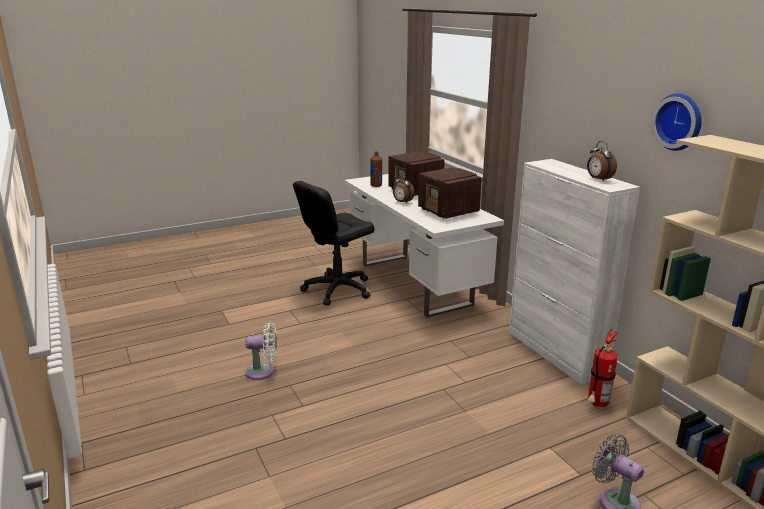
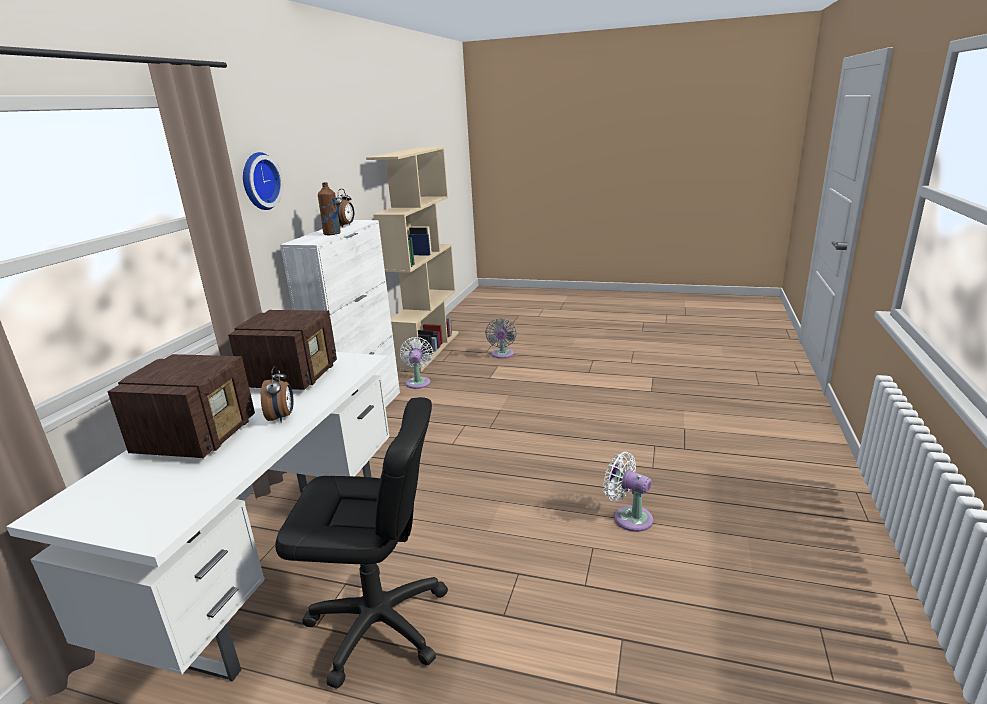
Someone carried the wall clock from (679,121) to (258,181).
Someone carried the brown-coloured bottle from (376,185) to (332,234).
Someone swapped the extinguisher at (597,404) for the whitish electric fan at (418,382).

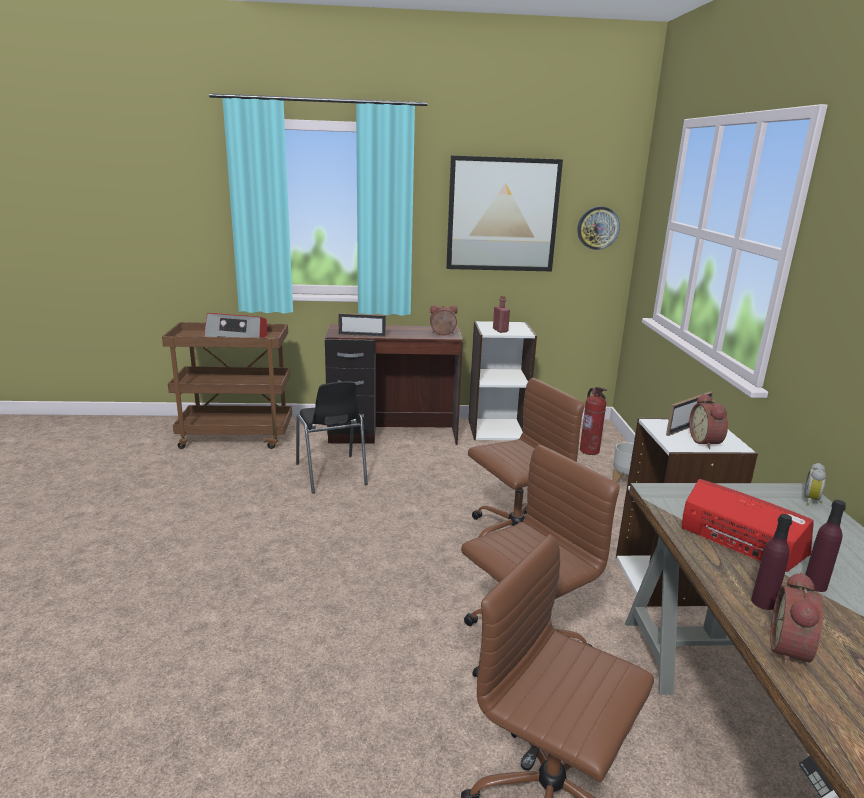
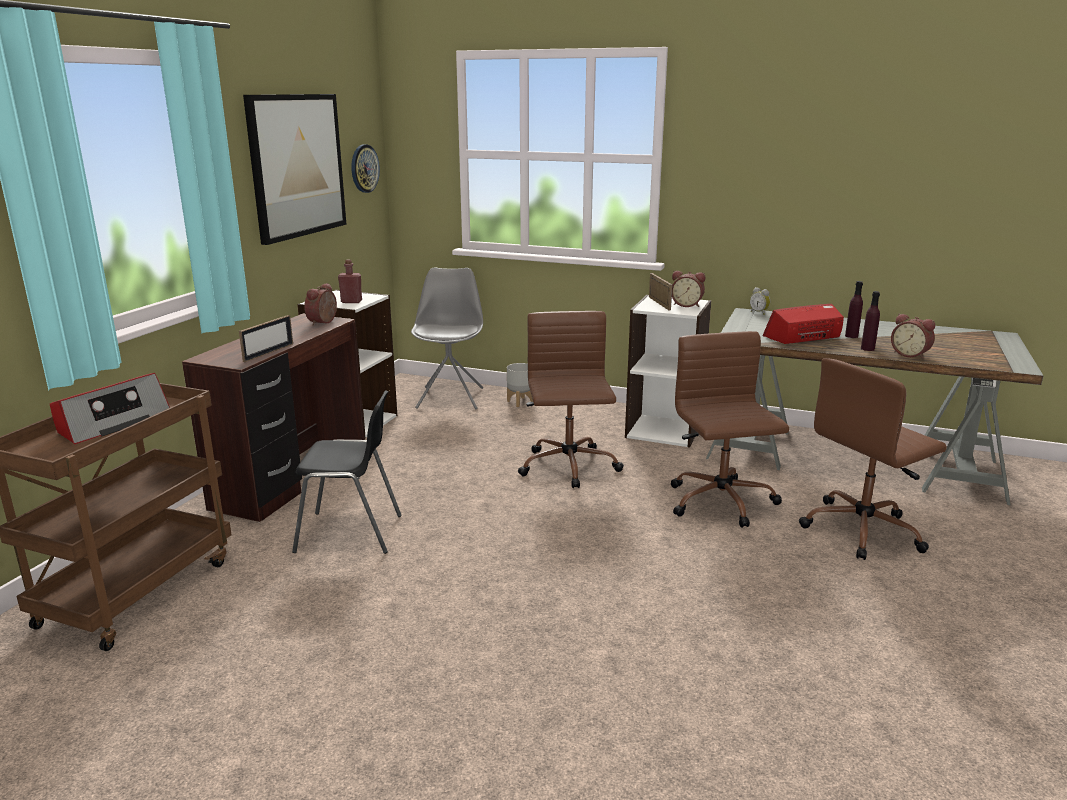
Someone swapped the extinguisher at (590,451) for the greyish plain chair at (451,397).

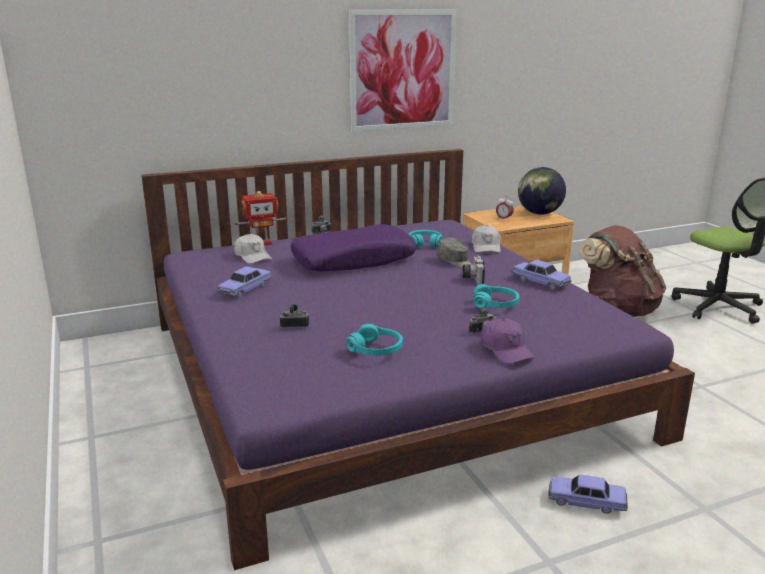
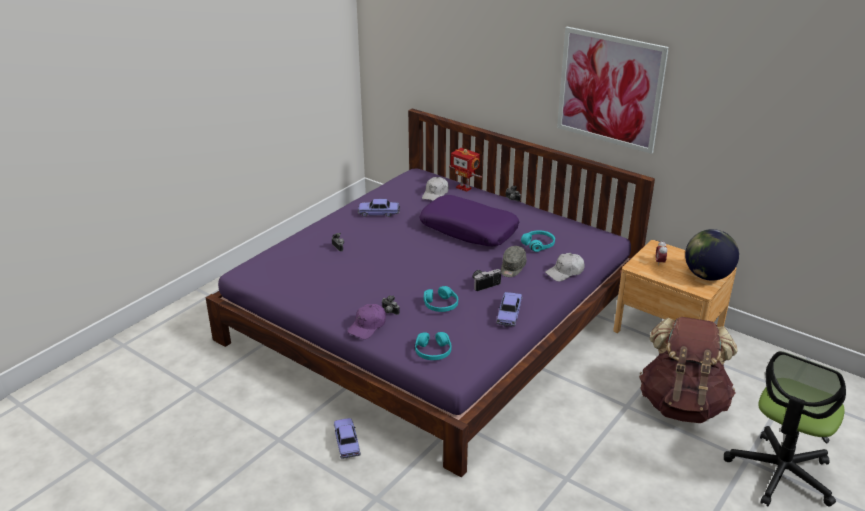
Someone carried the blue-green headset from (376,349) to (433,352).

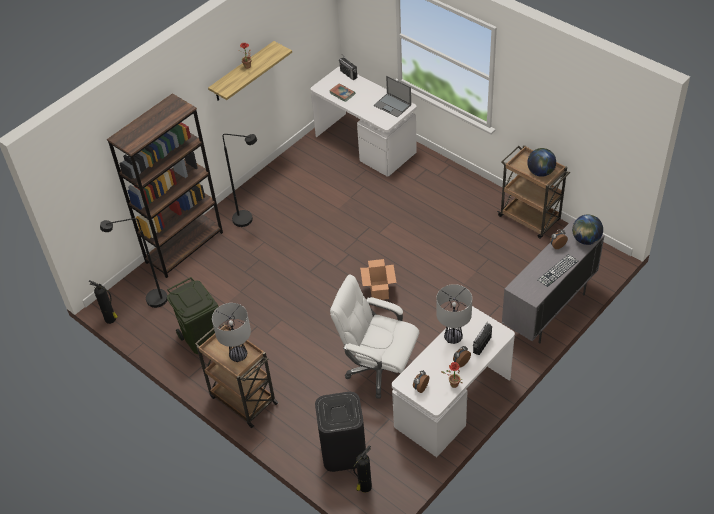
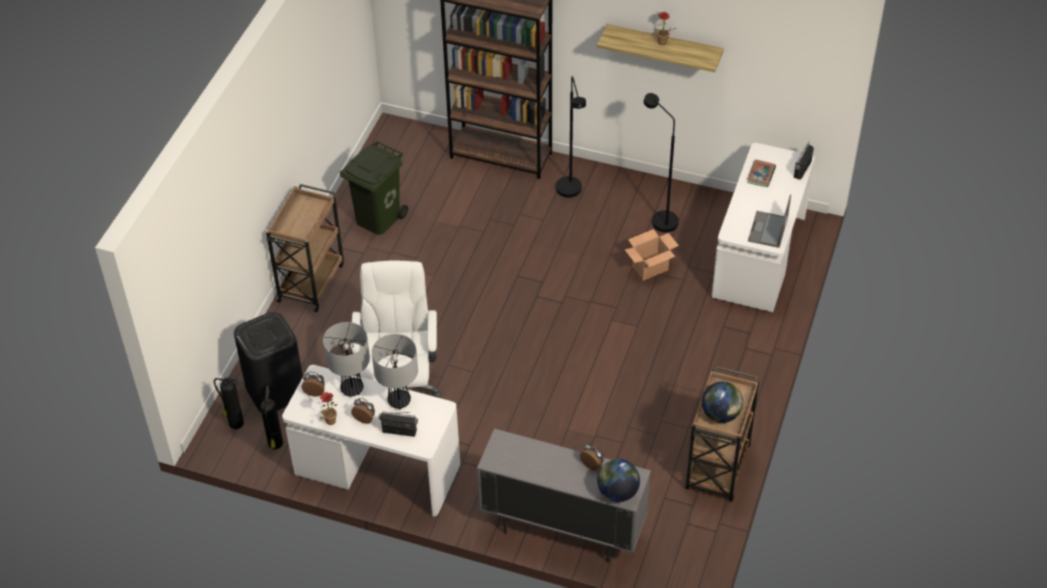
Someone carried the blackish standard lamp from (150,301) to (659,218).
Someone took away the computer keyboard at (558,270).
Someone carried the cardboard box from (378,290) to (650,268).
Someone carried the extinguisher from (111,319) to (275,444).
Someone carried the lamp for a table from (238,356) to (351,389).

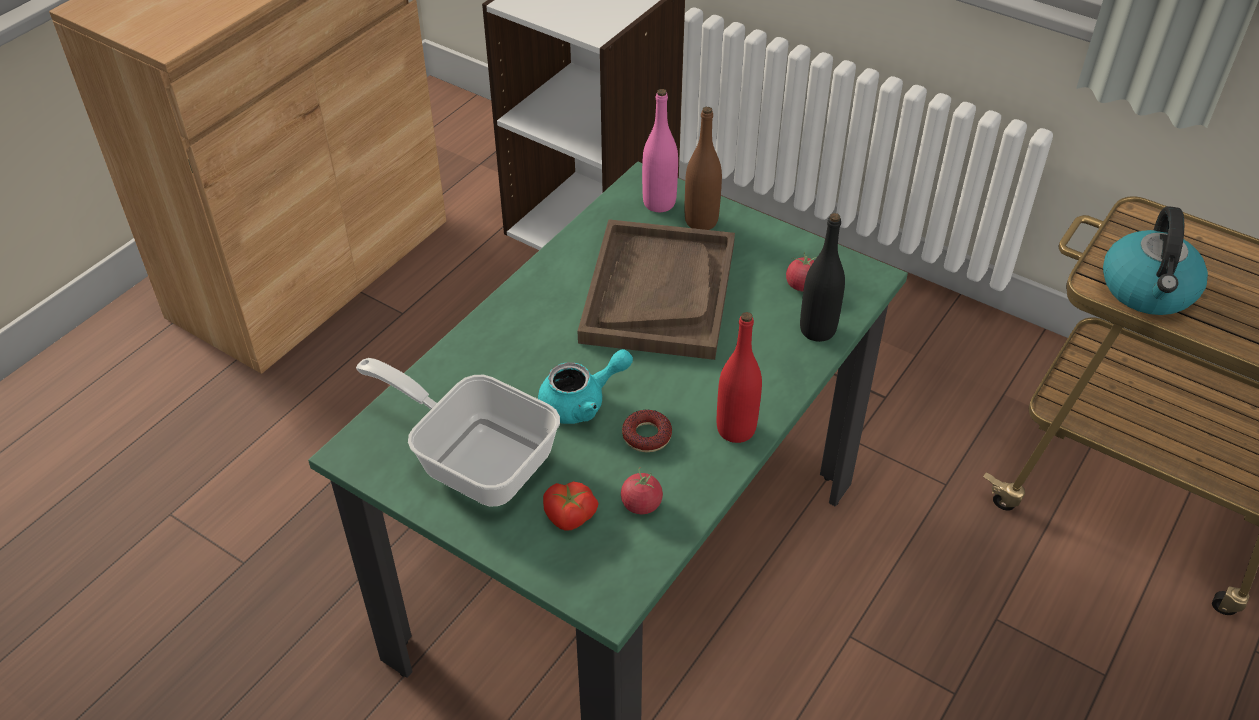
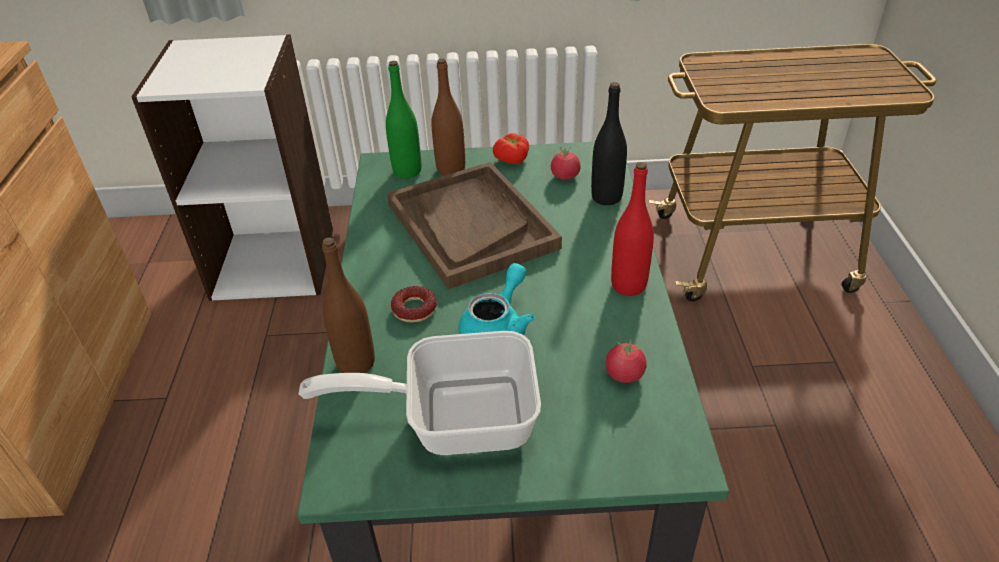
Someone repainted the pink-coloured bottle at (659,203), which became the greenish bottle at (407,171).
Someone took away the water kettle at (1148,290).
Someone carried the donut from (647,435) to (414,309).
Someone carried the whole tomato from (570,517) to (512,160).
Someone put down the brown-coloured bottle at (356,363).

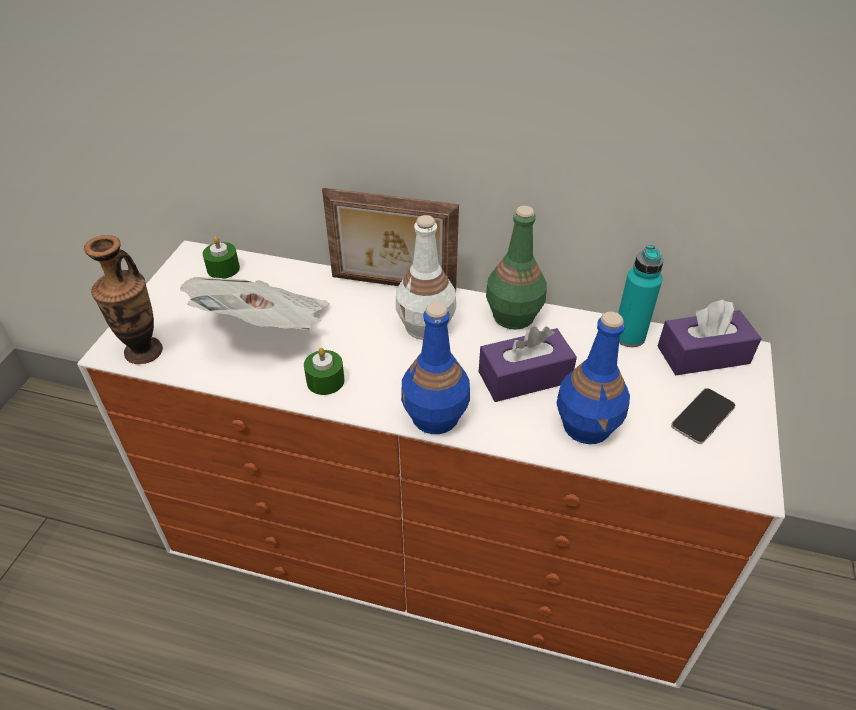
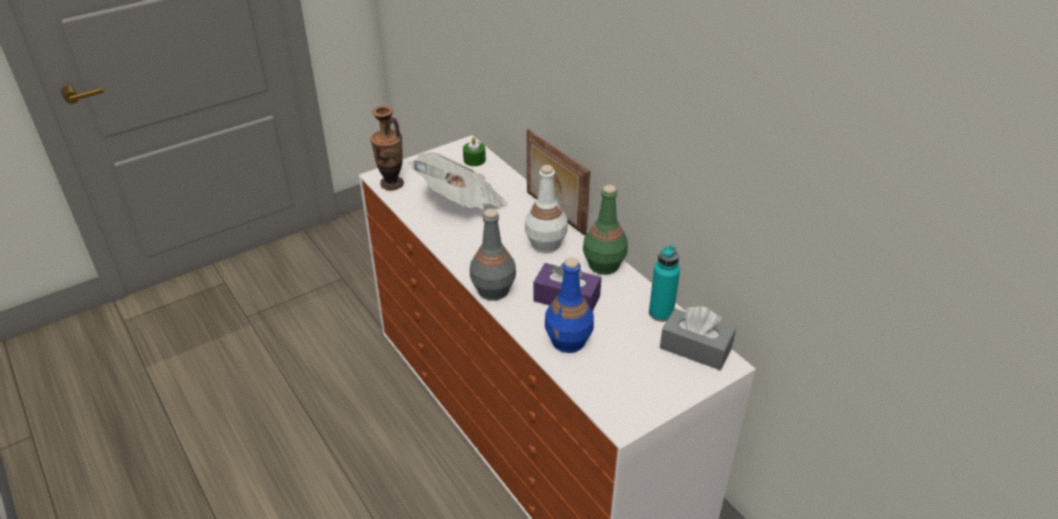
Someone repainted the purplish tissue box at (703,355), which became the greyish tissue box at (695,348).
Someone repainted the blue bottle at (435,417), which became the greyish bottle at (493,290).
Someone took away the greenish candle at (325,381).
Someone took away the handset at (703,416).

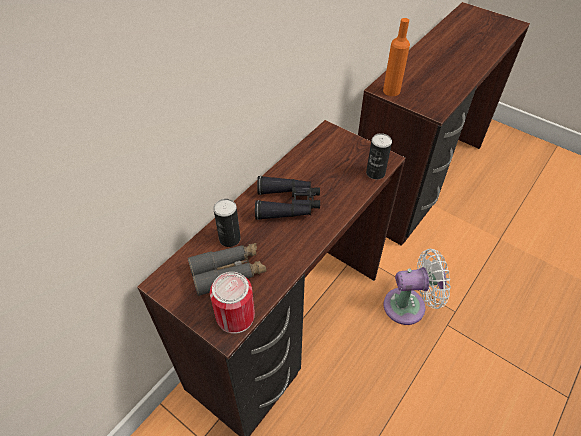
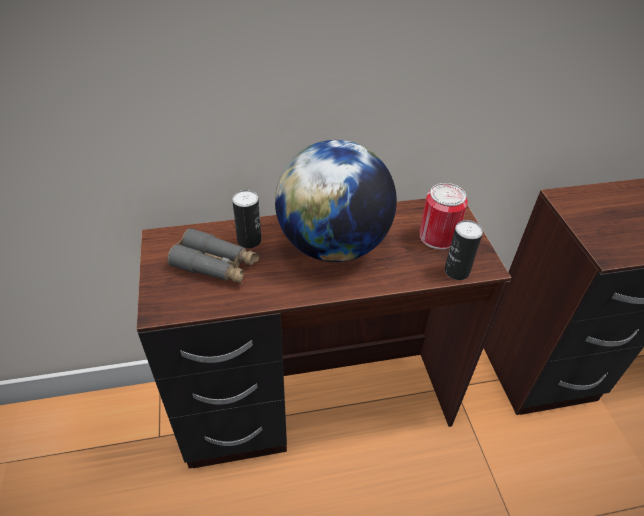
Someone took away the orange-coloured bottle at (391,91).
Someone swapped the blackish field glasses at (288,204) for the desk globe at (333,245).
Someone took away the whitish electric fan at (409,306).
Someone carried the sealed can from (235,316) to (438,236).

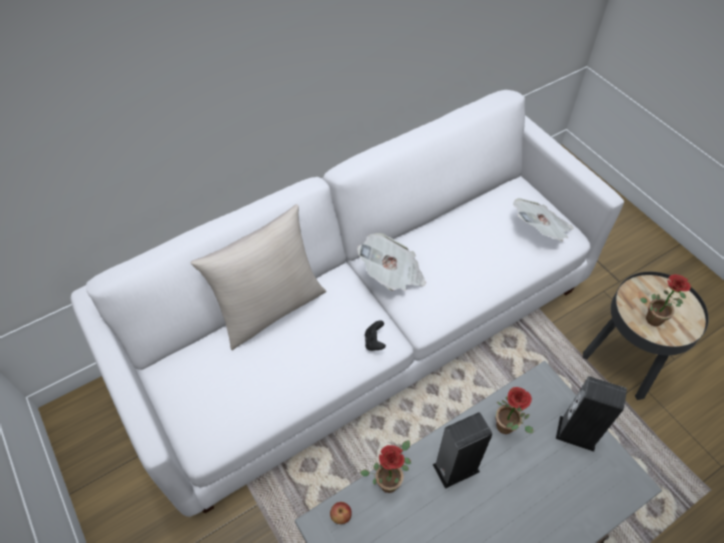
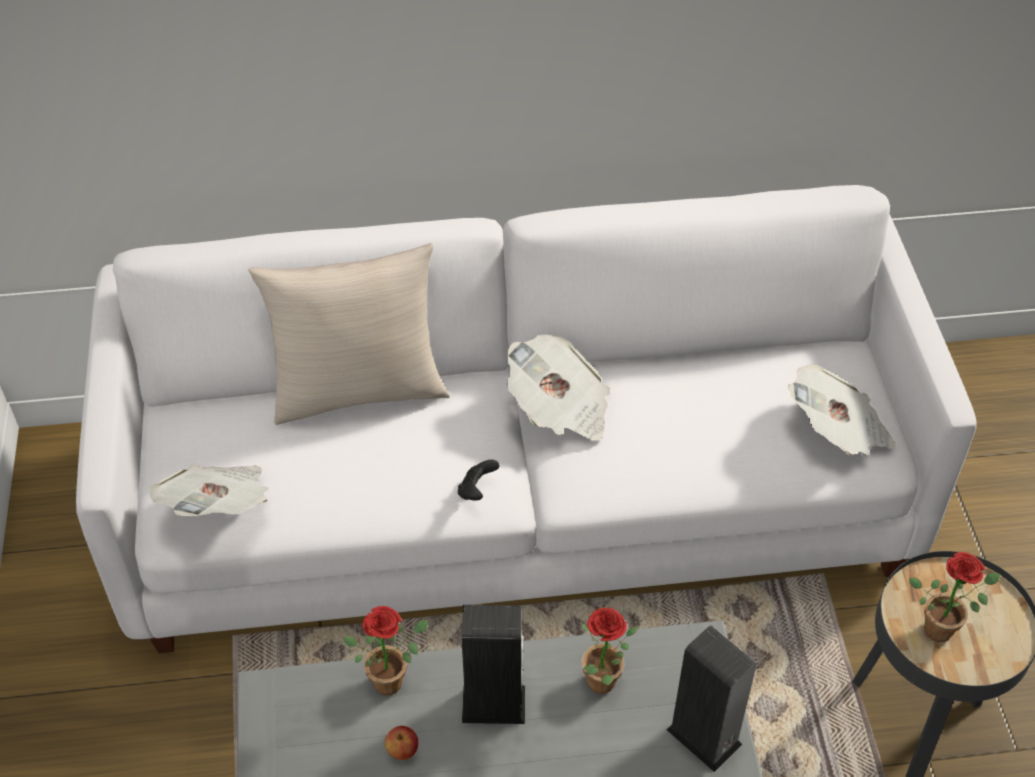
Someone carried the whole apple from (341,516) to (402,750).
Someone put down the newspaper at (220,507).

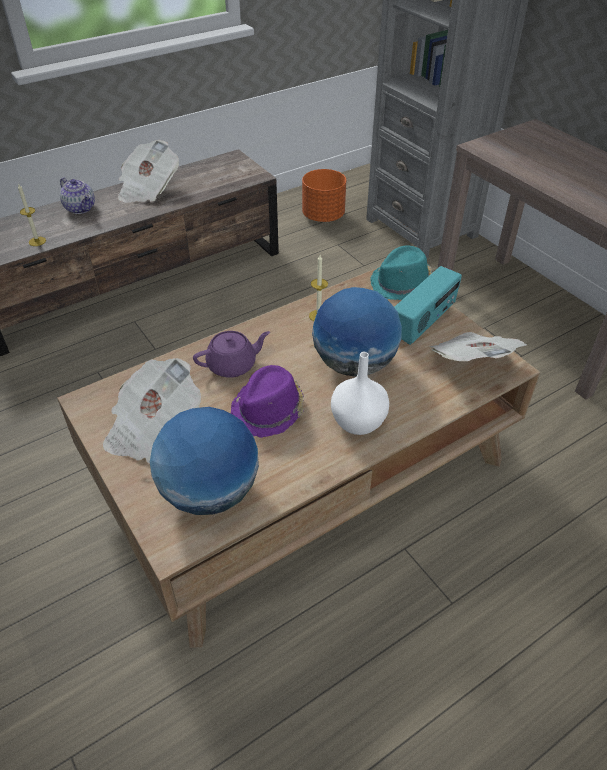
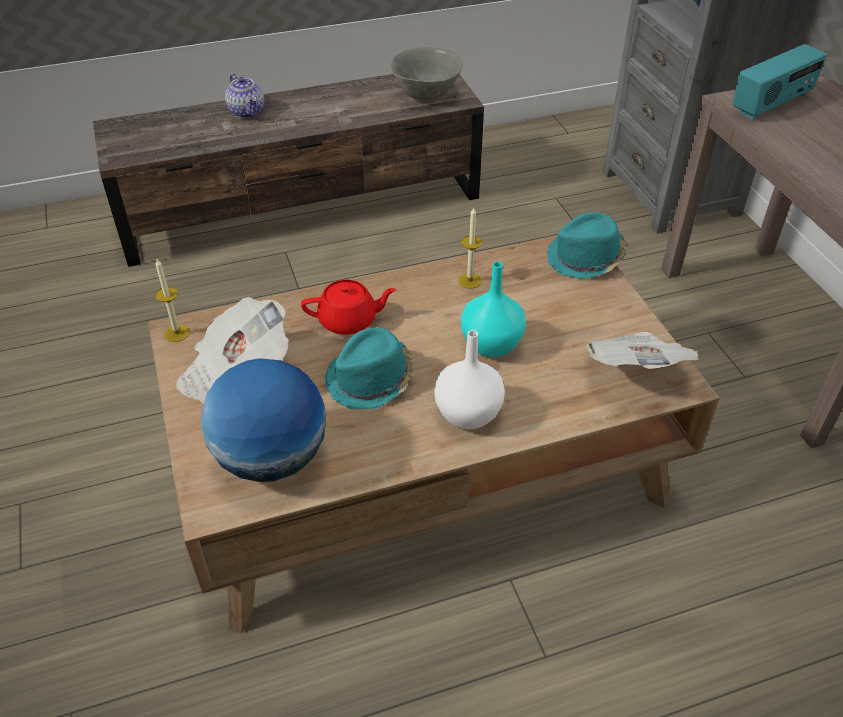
Someone took away the newspaper at (148,189).
Someone took away the orange-coloured planter at (323,216).
Someone carried the candle from (37,241) to (177,333).
Someone carried the radio set from (423,323) to (772,104).
Someone swapped the desk globe at (354,364) for the blue-green flower vase at (490,346).
Someone repainted the purplish tea pot at (233,365), which became the red tea pot at (349,321).
Someone repainted the purplish clothing hat at (269,410), which became the blue-green clothing hat at (371,380).
Someone put down the greyish serving bowl at (426,95).

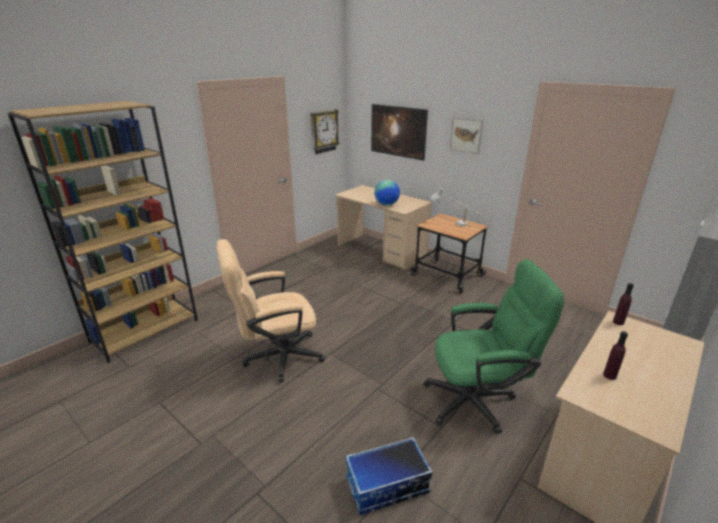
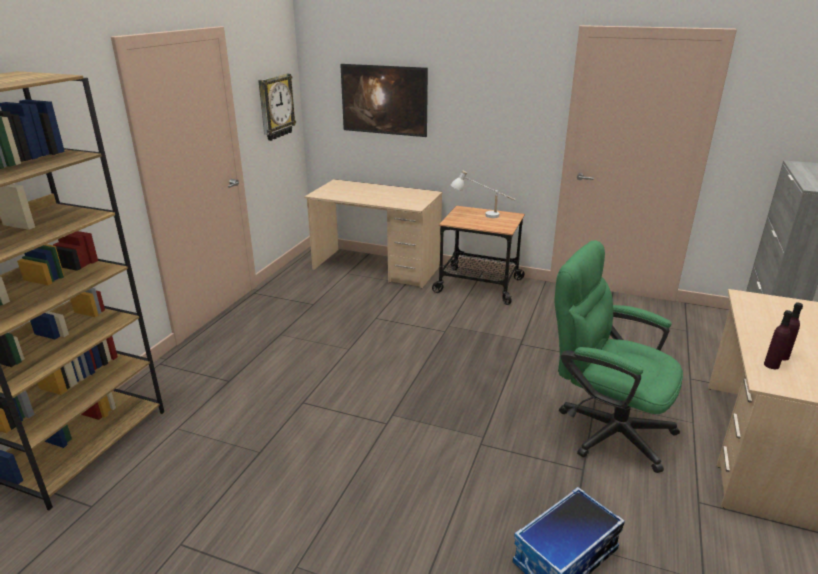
Someone took away the wall art at (466,135).
Someone took away the desk globe at (387,205).
Someone took away the beige computer chair at (276,357).
Someone rotated the greenish computer chair at (478,400) by 120 degrees counterclockwise.
Someone carried the purplish bottle from (618,322) to (771,365).

